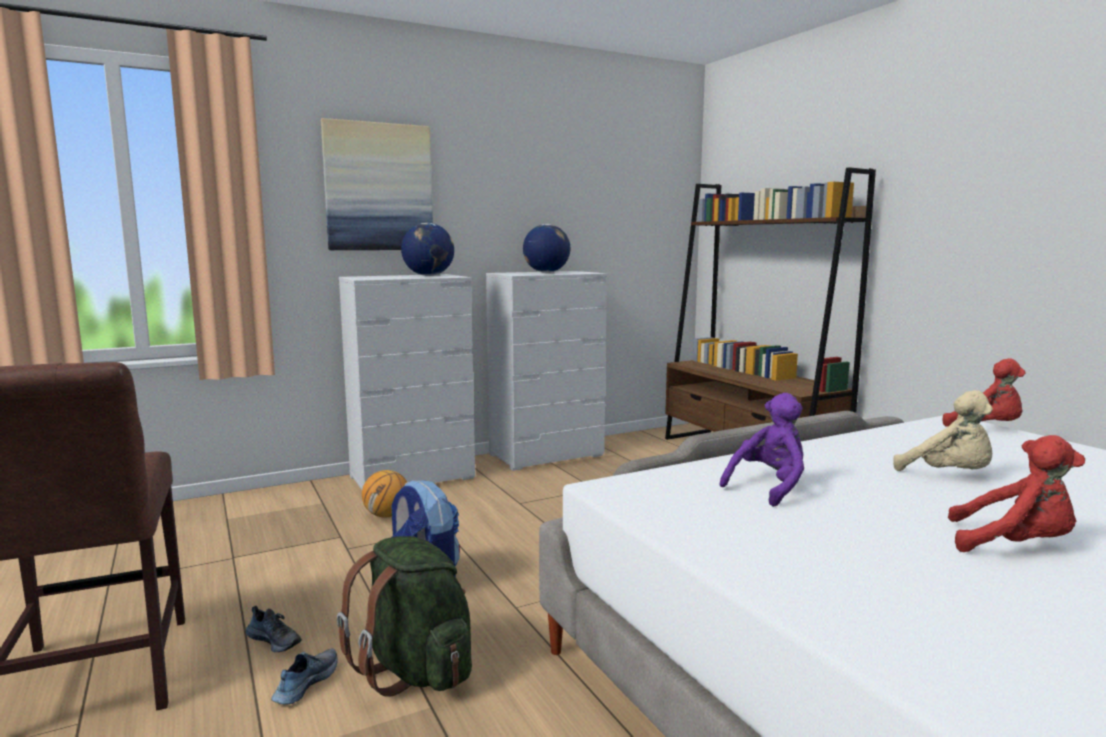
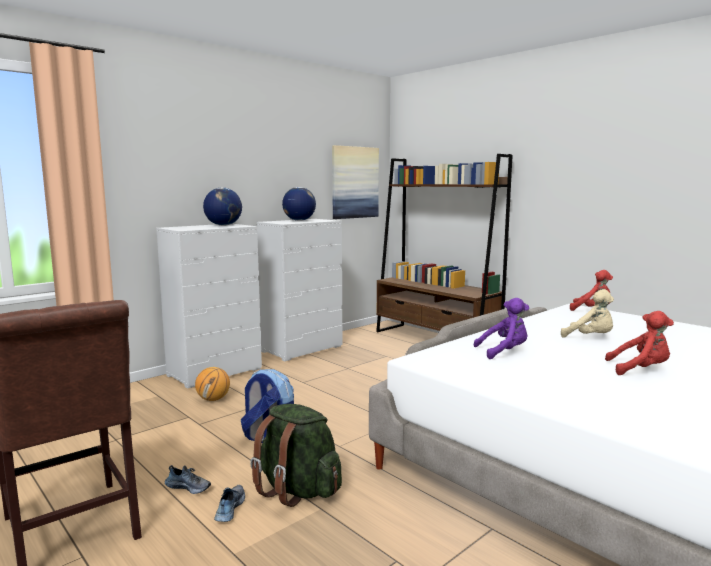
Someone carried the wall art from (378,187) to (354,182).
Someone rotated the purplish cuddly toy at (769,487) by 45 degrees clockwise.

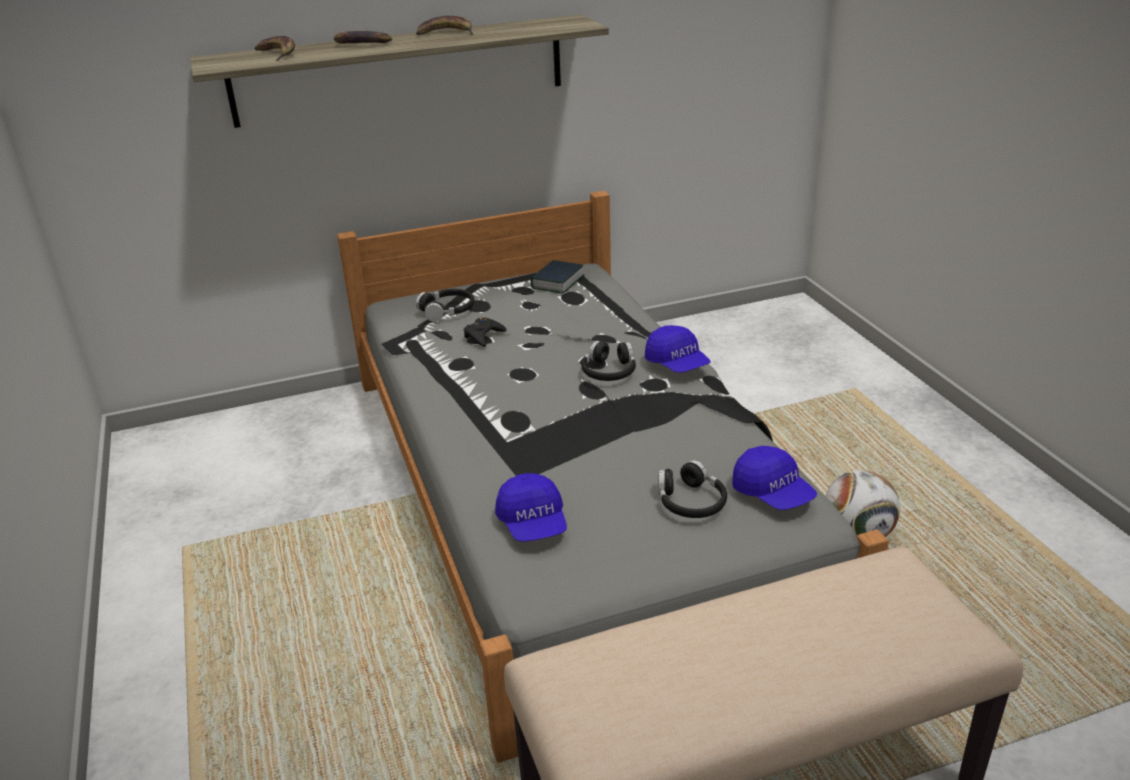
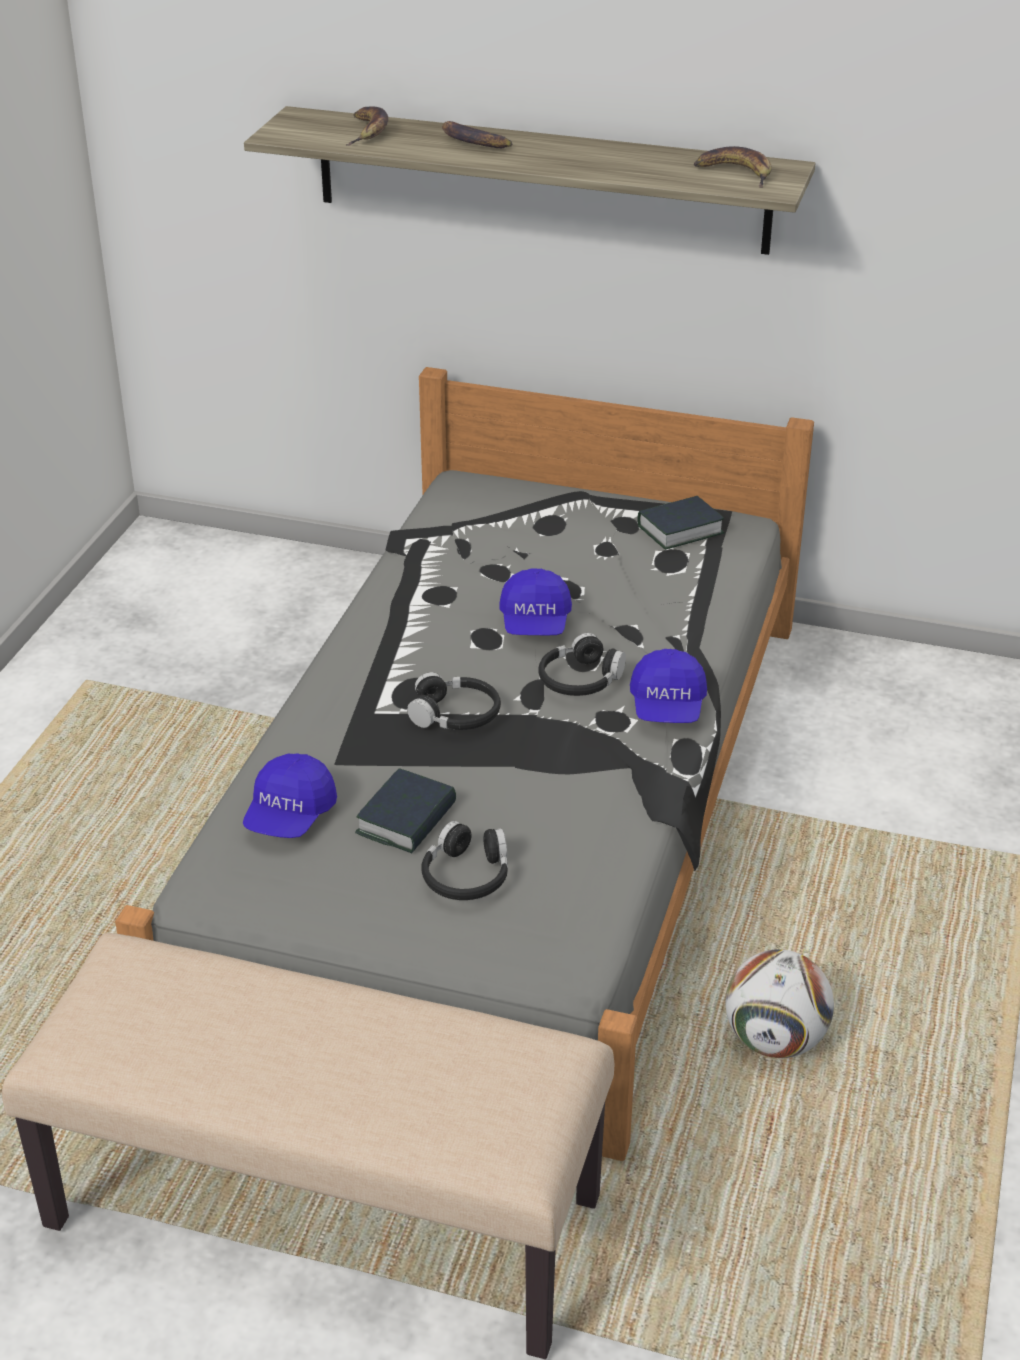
Someone carried the banana fruit from (446,33) to (736,173).
Someone carried the blackish headset from (447,311) to (455,715).
Someone took away the blackish game controller at (483,336).
Someone carried the blue peaked cap from (773,494) to (535,623).
Someone put down the book at (407,819).

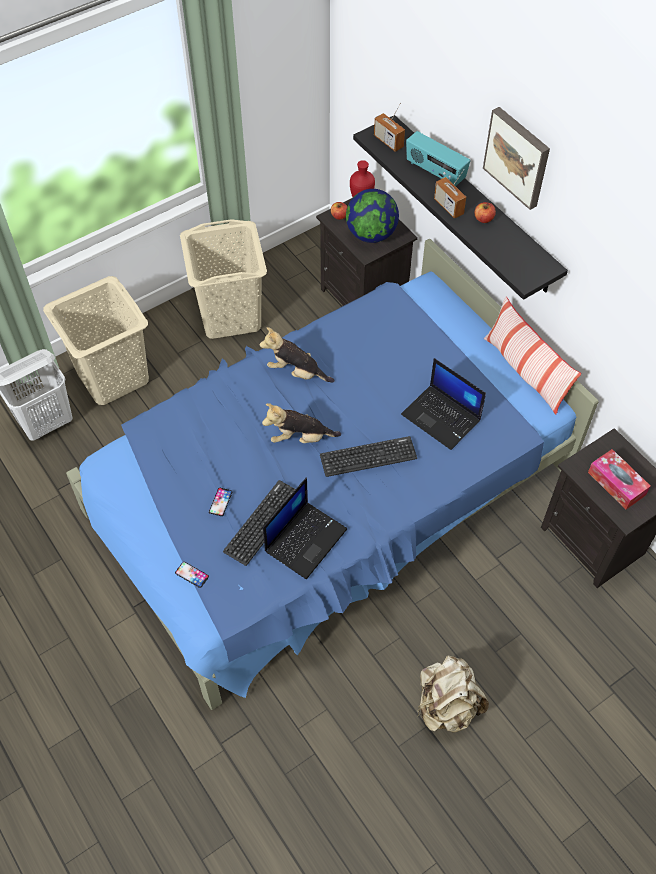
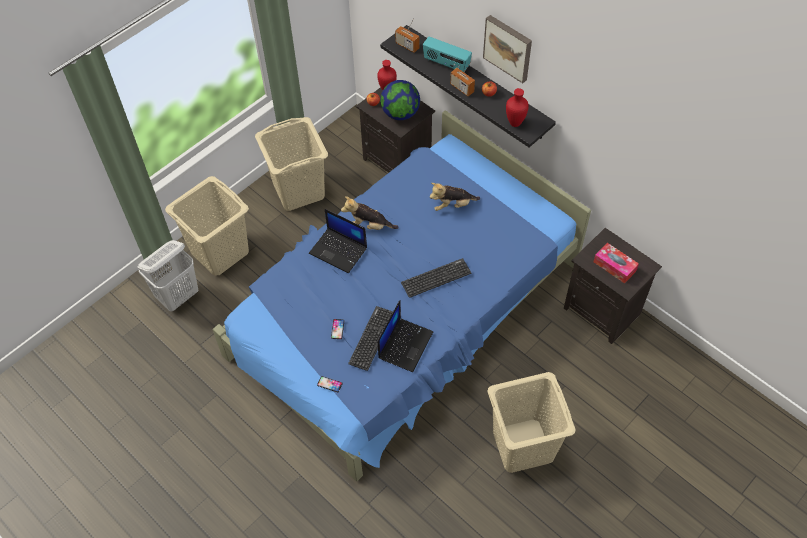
Someone took away the cushion at (525,371).
Someone carried the notebook computer from (442,417) to (339,250).
Someone carried the cuddly toy from (300,438) to (452,205).
Someone swapped the beige backpack at (446,705) for the beige washing basket at (523,445).
Someone put down the red flower vase at (515,122).

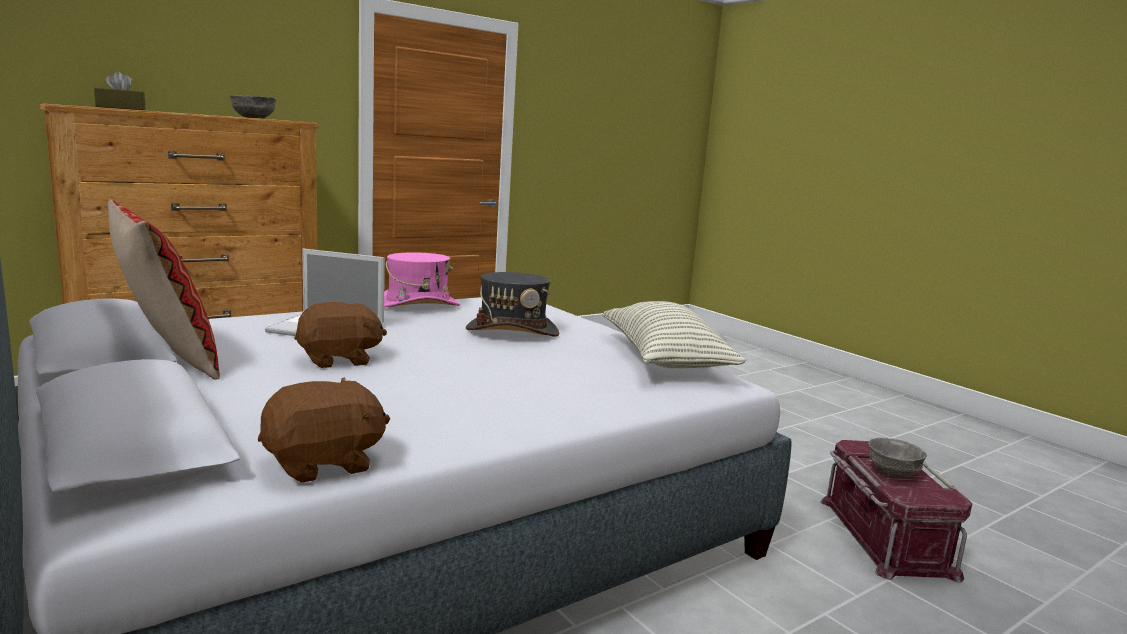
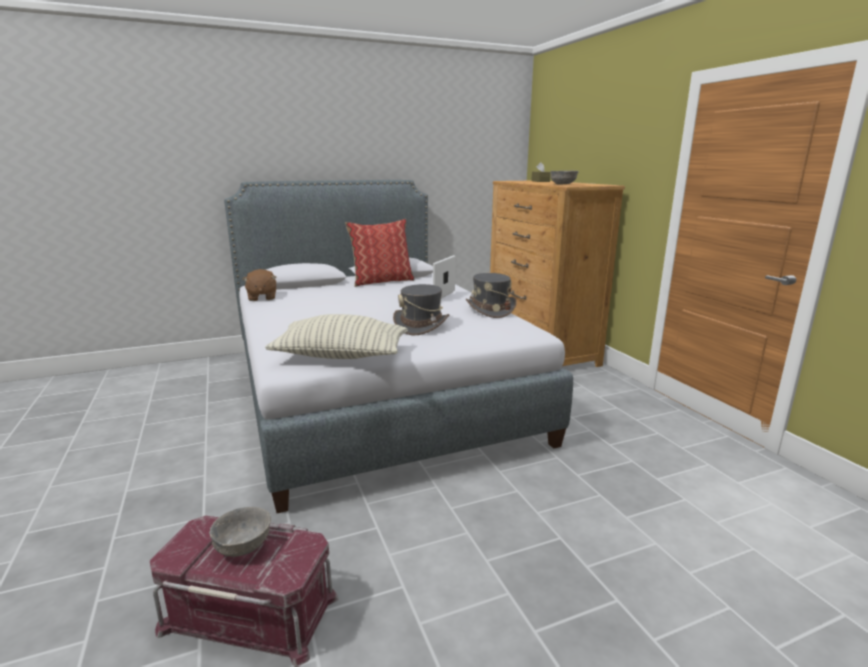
Someone repainted the pink-coloured clothing hat at (417,305), which became the greyish clothing hat at (490,310).
Someone took away the brown-coloured cuddly toy at (339,360).

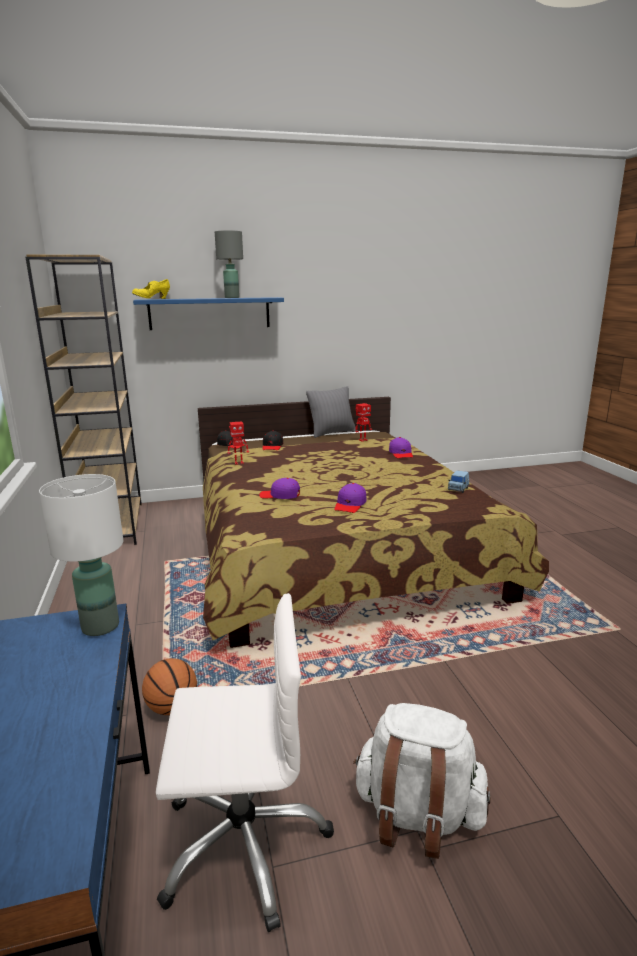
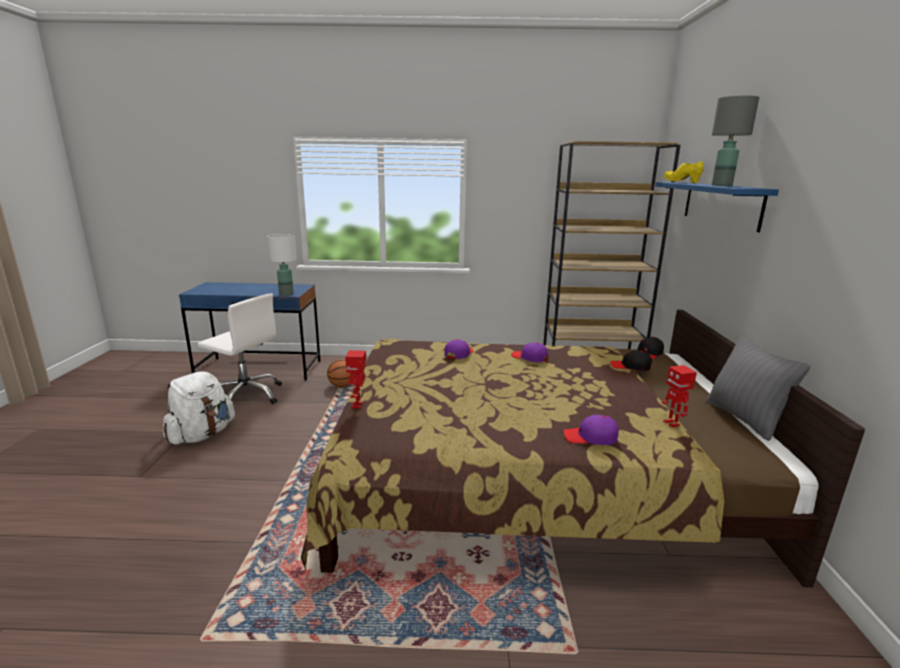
Someone carried the toy robot from (238,463) to (358,405).
Someone took away the blue toy car at (458,489).
Someone carried the purplish peaked cap from (350,505) to (529,357).
Someone rotated the whitish computer chair at (244,841) by 75 degrees counterclockwise.

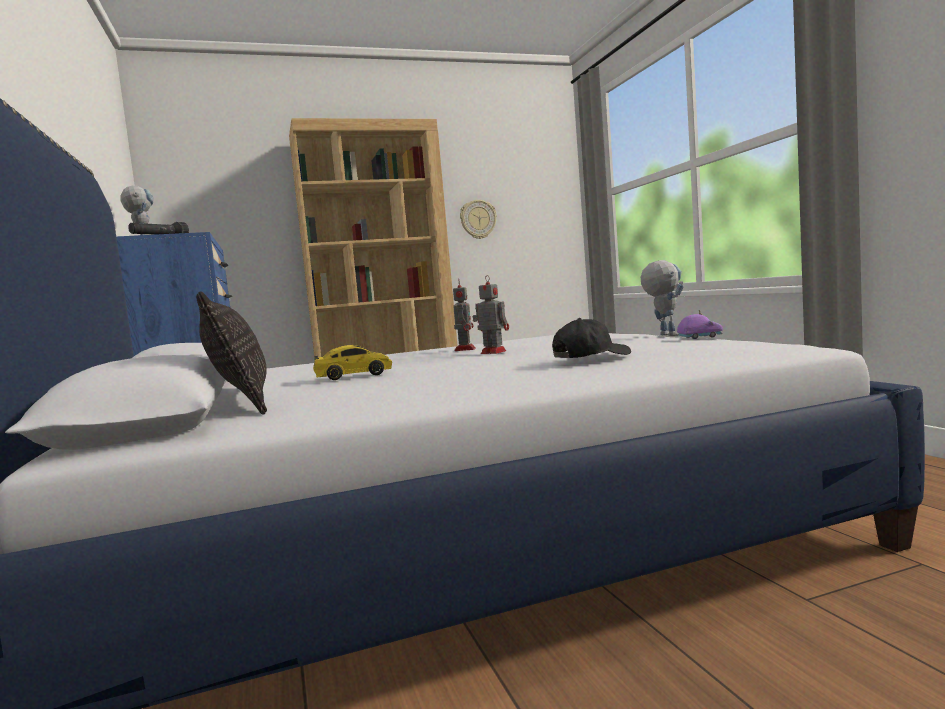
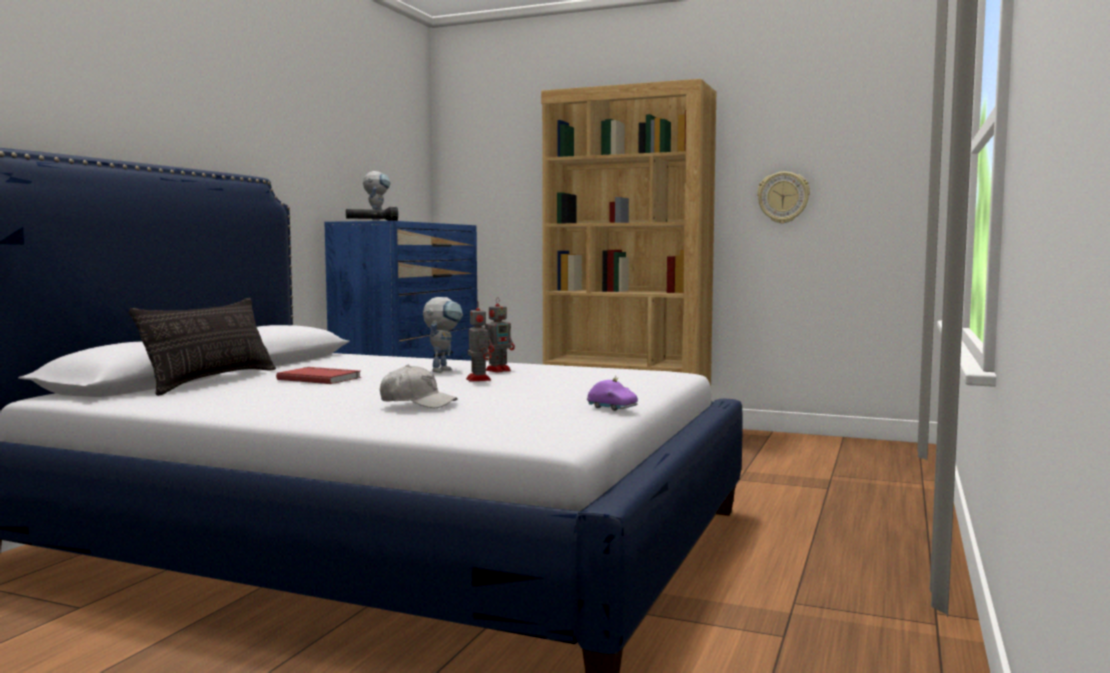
Someone carried the toy robot from (664,335) to (443,370).
Someone repainted the blackish peaked cap at (590,356), which became the whitish peaked cap at (417,403).
Someone swapped the toy car at (353,376) for the red book at (320,378).

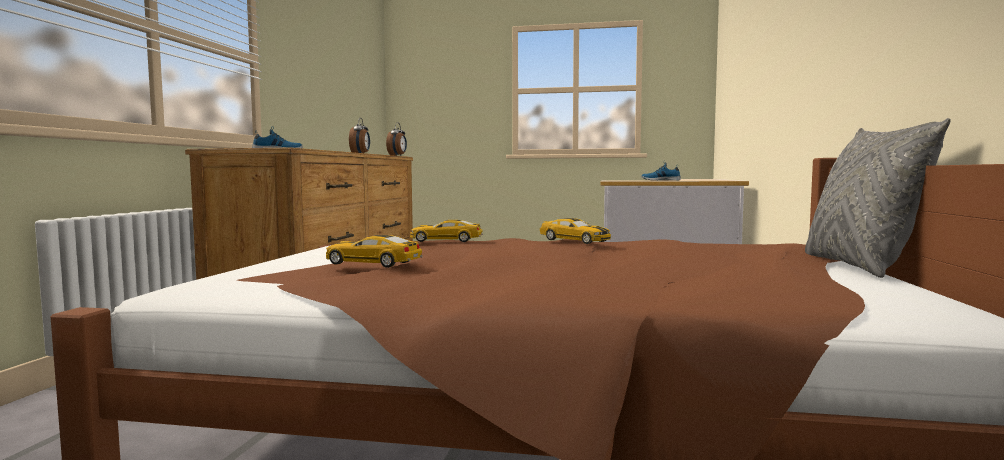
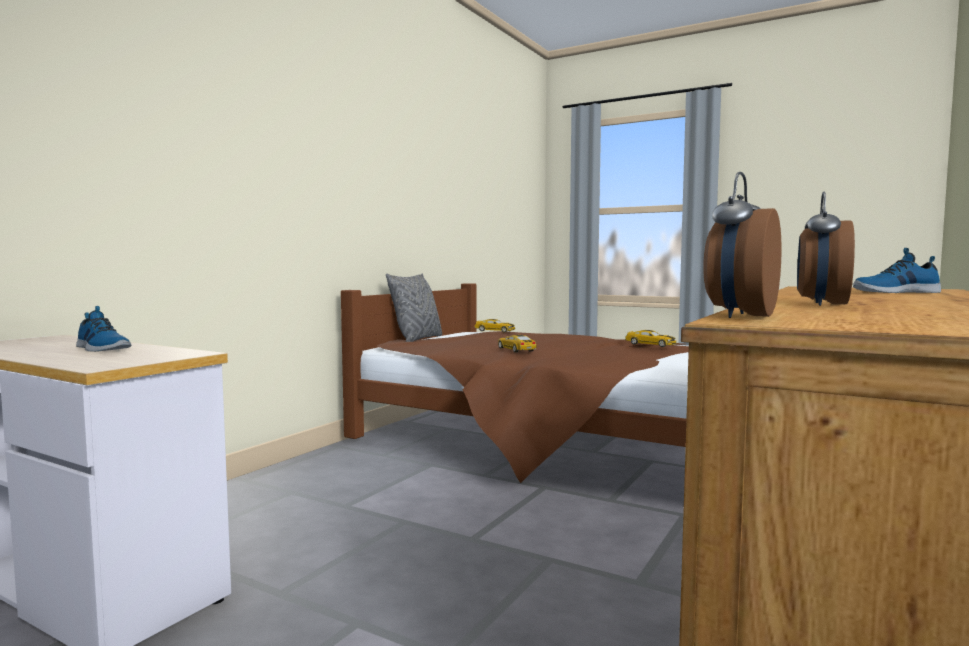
Someone carried the toy car from (446,240) to (495,331).

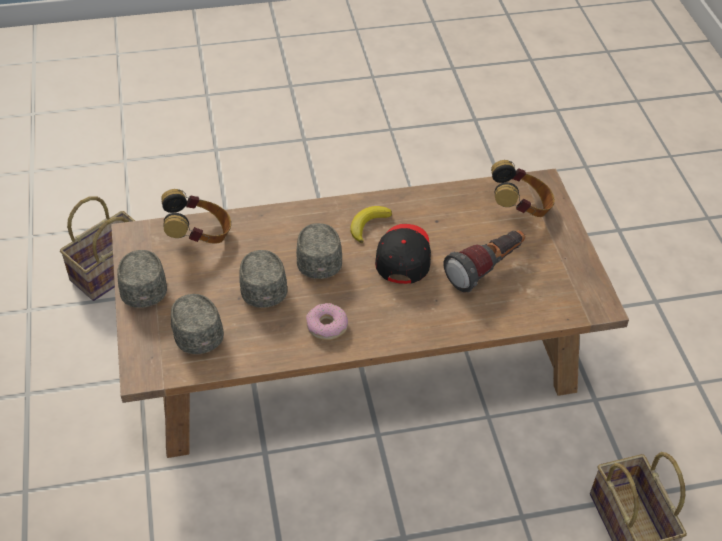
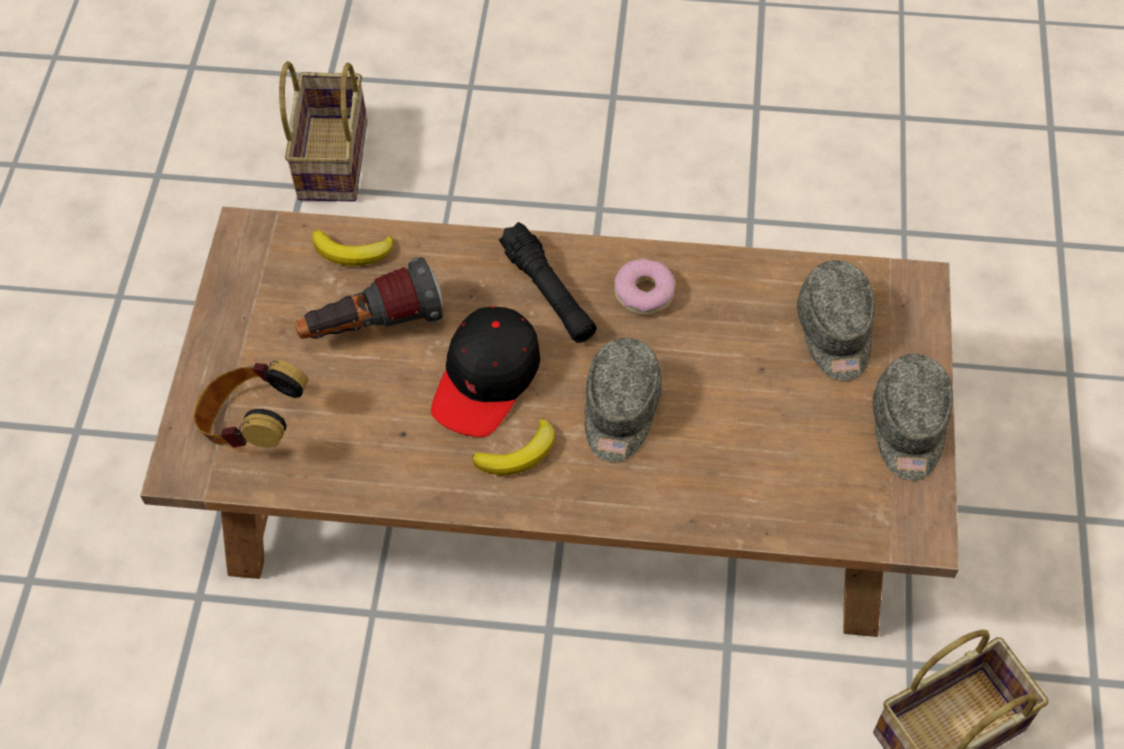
Someone took away the headset at (199,235).
Someone took away the greyish peaked cap at (262,284).
Someone put down the blackish hand torch at (548,292).
Someone put down the banana fruit at (353,251).

